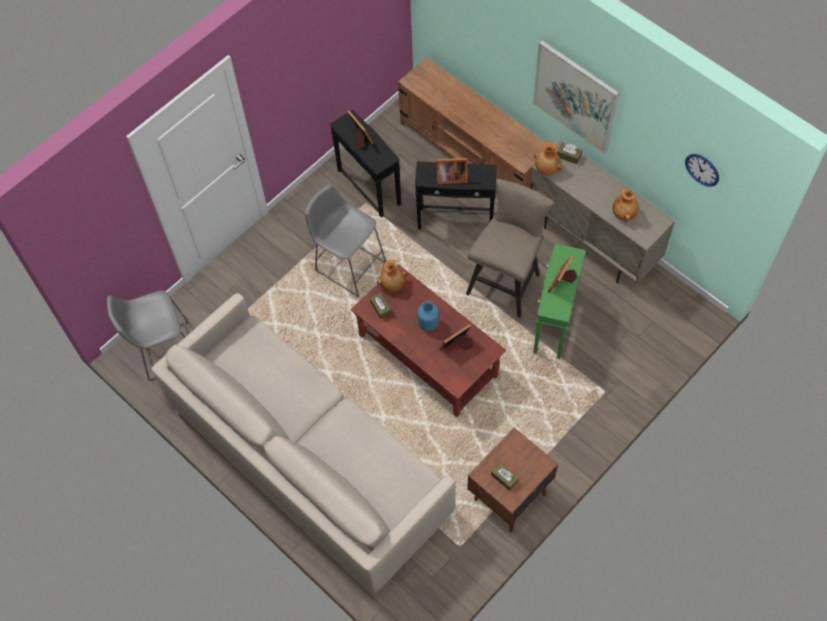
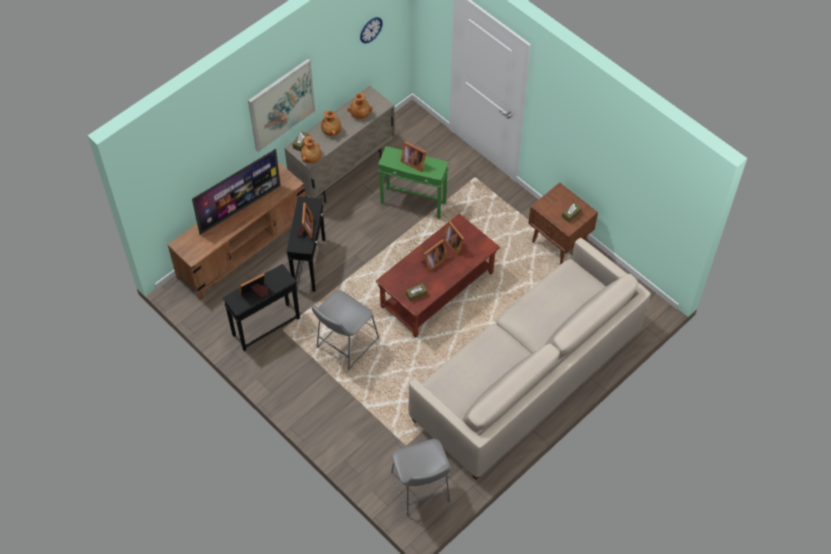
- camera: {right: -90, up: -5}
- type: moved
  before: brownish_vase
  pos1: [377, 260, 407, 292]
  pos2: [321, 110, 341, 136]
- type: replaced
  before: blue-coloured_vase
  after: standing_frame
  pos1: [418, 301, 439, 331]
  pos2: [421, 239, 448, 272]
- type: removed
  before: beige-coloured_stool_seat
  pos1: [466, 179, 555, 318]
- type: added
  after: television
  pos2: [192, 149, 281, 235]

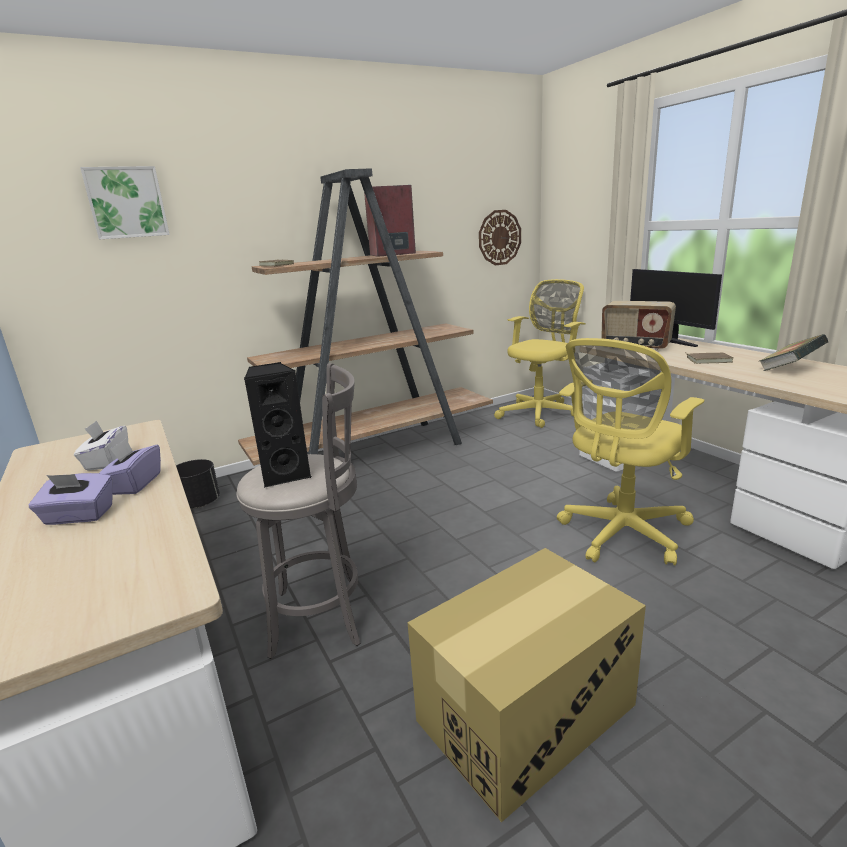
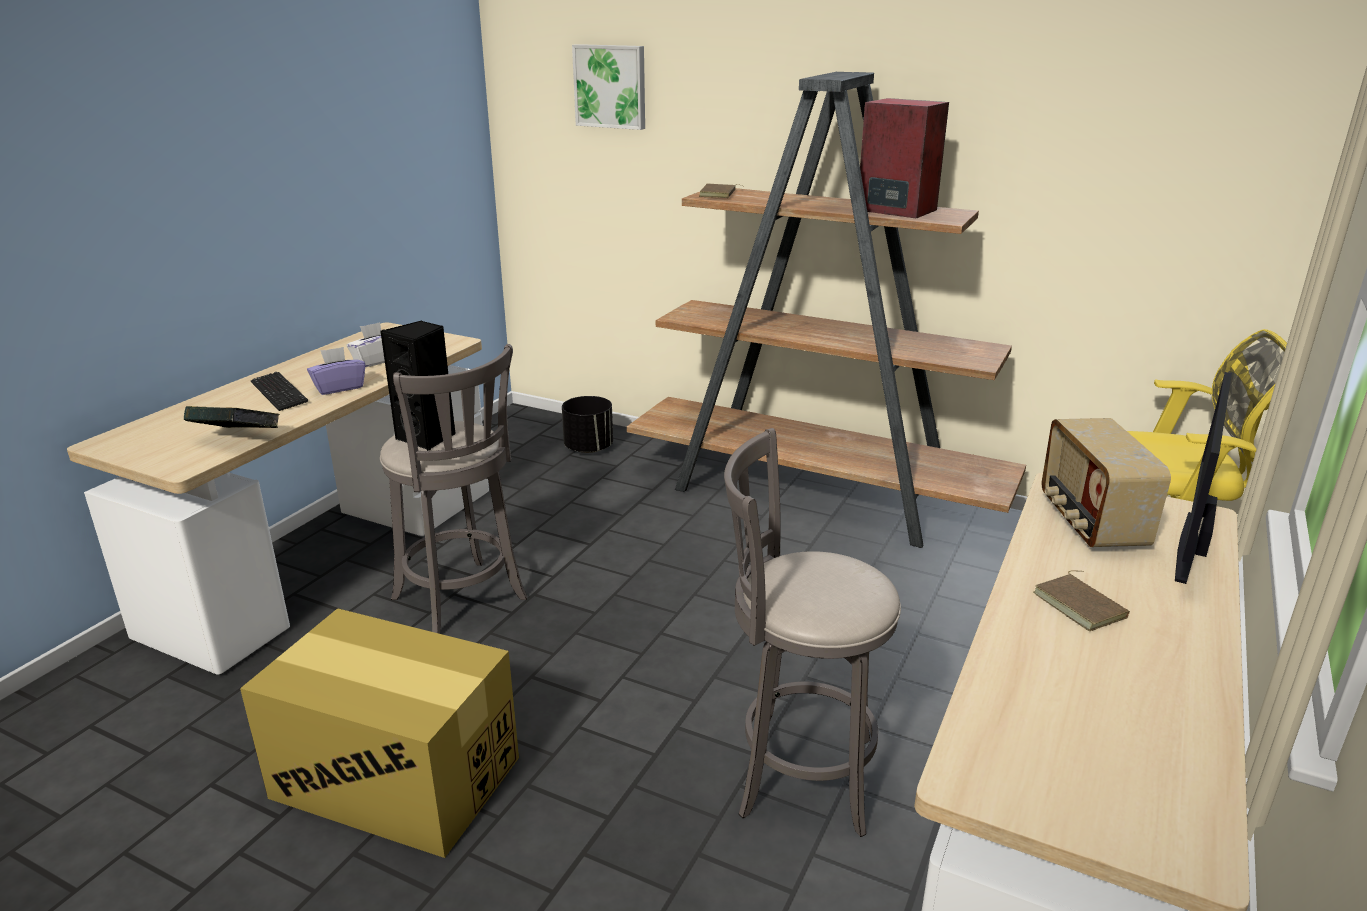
- camera: {right: 55, up: 5}
- type: replaced
  before: purple_box_of_tissues
  after: computer_keyboard
  pos1: [28, 473, 113, 525]
  pos2: [251, 372, 308, 411]
- type: removed
  before: clock_on_the_wall
  pos1: [479, 210, 521, 265]
- type: replaced
  before: yellow-coloured_desk_chair
  after: gray_stool_seat
  pos1: [557, 338, 704, 565]
  pos2: [724, 428, 901, 837]
- type: moved
  before: volume
  pos1: [760, 334, 828, 371]
  pos2: [184, 406, 280, 428]

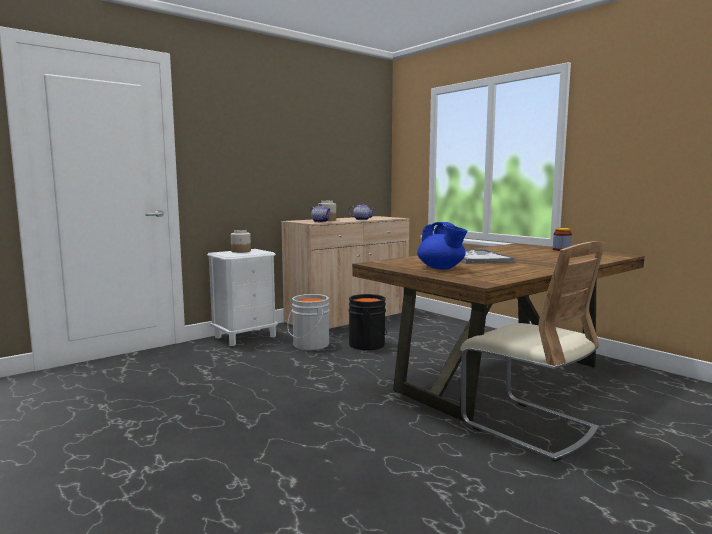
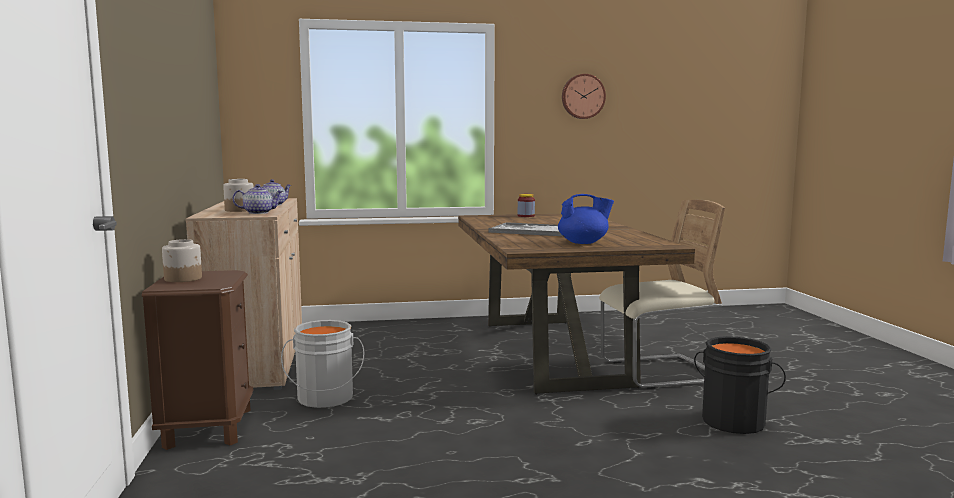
- camera: {right: -60, up: 0}
- type: recoloured
  before: white-coloured_night_table
  after: brownish_night_table
  pos1: [207, 249, 278, 346]
  pos2: [142, 270, 253, 450]
- type: moved
  before: black_water_bucket
  pos1: [348, 294, 387, 350]
  pos2: [694, 336, 786, 434]
- type: added
  after: clock_on_the_wall
  pos2: [562, 74, 606, 119]

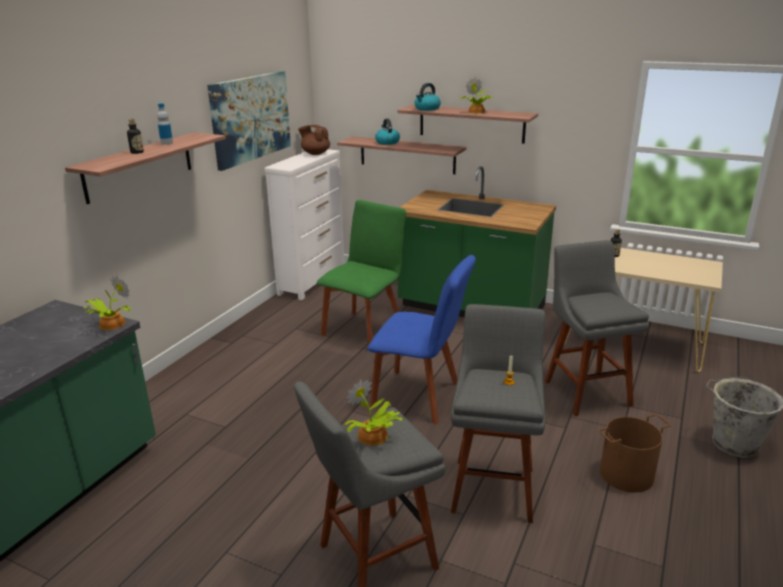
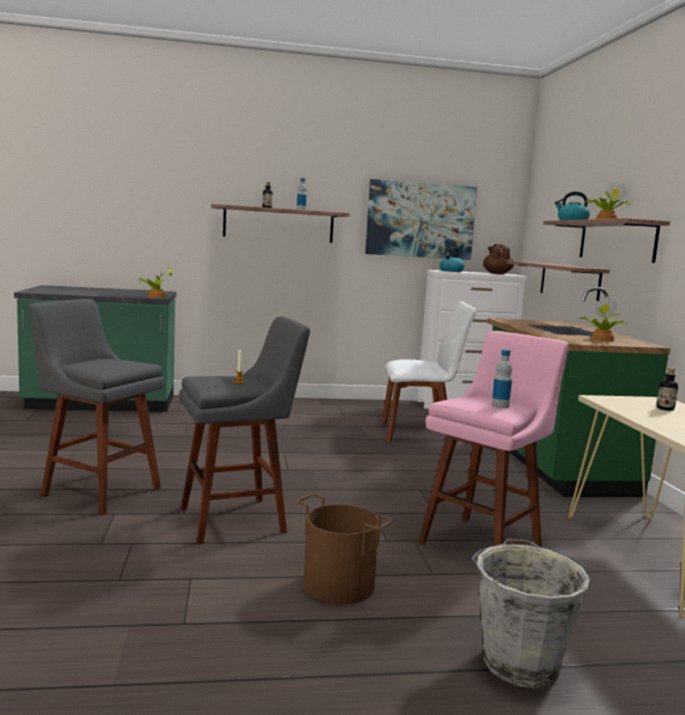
- camera: {right: 55, up: -15}
- type: recoloured
  before: green-coloured_chair
  after: white-coloured_chair
  pos1: [317, 200, 406, 345]
  pos2: [381, 301, 477, 442]
- type: moved
  before: potted_plant
  pos1: [344, 379, 404, 446]
  pos2: [580, 296, 627, 342]
- type: removed
  before: blue-coloured_chair
  pos1: [367, 255, 476, 424]
- type: moved
  before: kettle
  pos1: [375, 119, 400, 145]
  pos2: [439, 247, 465, 272]
- type: recoloured
  before: gray_stool_seat
  after: pinkish_stool_seat
  pos1: [545, 240, 649, 416]
  pos2: [418, 331, 568, 547]
- type: added
  after: bottle
  pos2: [491, 350, 512, 409]

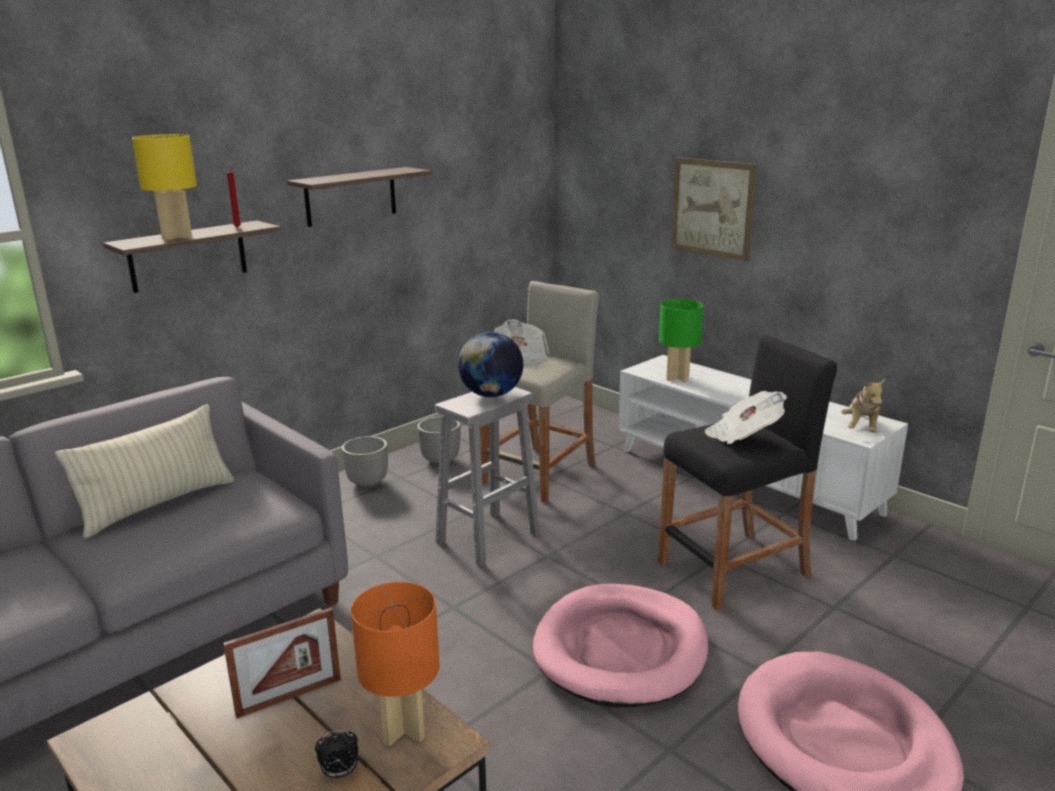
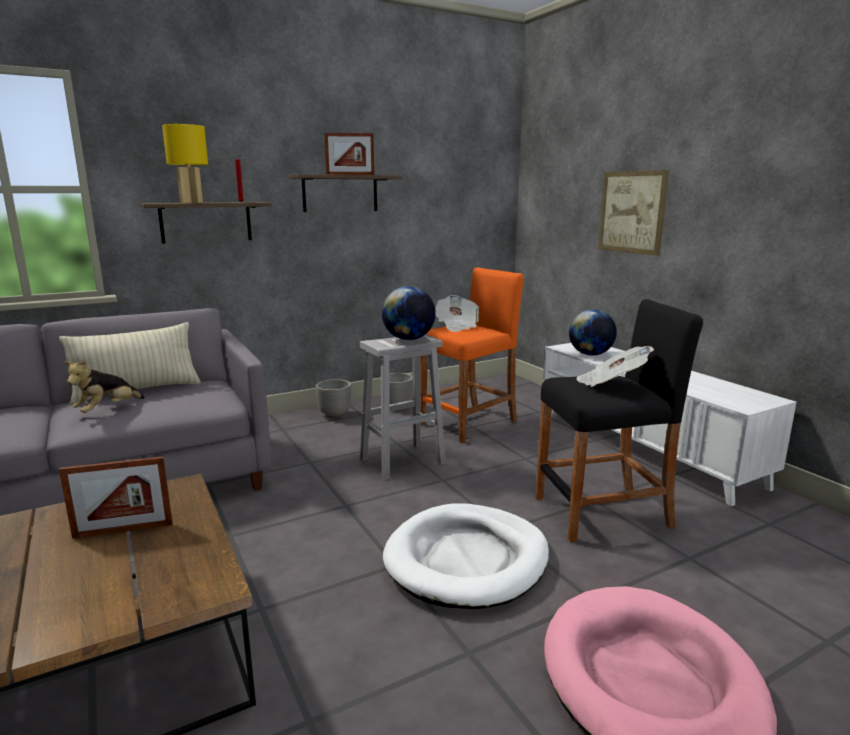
- camera: {right: 15, up: -5}
- type: removed
  before: table_clock
  pos1: [315, 729, 358, 778]
- type: removed
  before: orange_tabletop_lamp
  pos1: [351, 582, 440, 747]
- type: recoloured
  before: beige-coloured_stool_seat
  after: orange_stool_seat
  pos1: [480, 281, 599, 503]
  pos2: [420, 267, 524, 443]
- type: recoloured
  before: pinkish_dog_bed
  after: white-coloured_dog_bed
  pos1: [533, 584, 708, 707]
  pos2: [383, 503, 549, 609]
- type: replaced
  before: green-coloured_tabletop_lamp
  after: desk_globe
  pos1: [659, 299, 703, 382]
  pos2: [569, 309, 617, 355]
- type: moved
  before: plush_toy
  pos1: [841, 379, 885, 432]
  pos2: [63, 359, 145, 413]
- type: added
  after: standing_frame
  pos2: [324, 133, 374, 175]

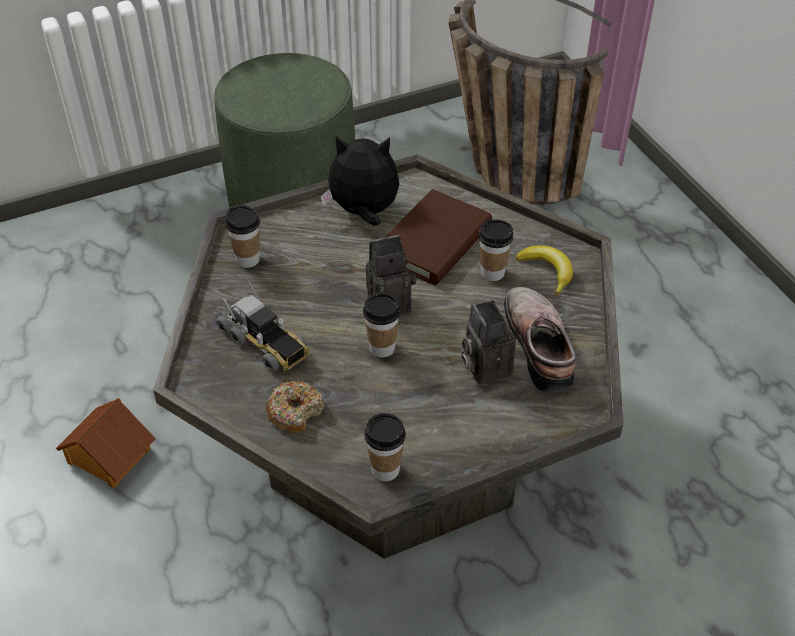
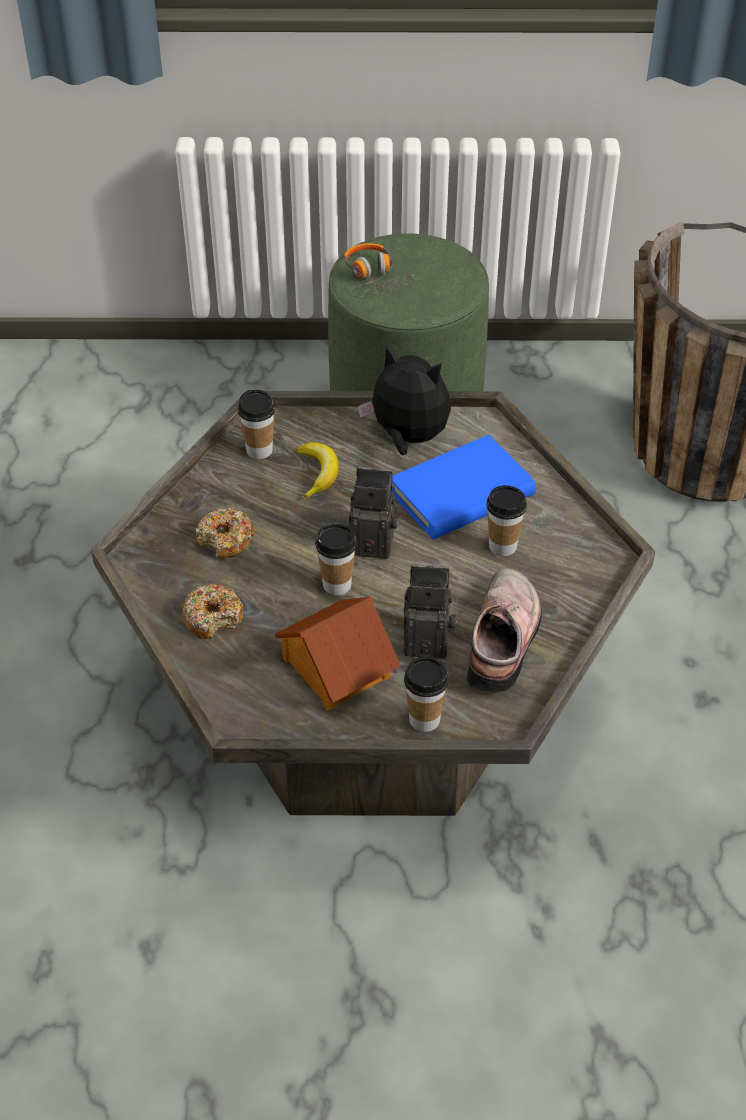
- camera: {right: 25, up: 0}
- type: moved
  before: miniature_house
  pos1: [56, 398, 156, 489]
  pos2: [275, 596, 401, 711]
- type: replaced
  before: model_truck
  after: doughnut
  pos1: [217, 282, 309, 372]
  pos2: [196, 508, 255, 558]
- type: moved
  before: small_cup
  pos1: [364, 413, 406, 481]
  pos2: [404, 656, 449, 732]
- type: recoloured
  before: brownish_volume
  after: blue-coloured_volume
  pos1: [384, 189, 492, 286]
  pos2: [392, 435, 536, 540]
- type: turned
  before: photo_camera
  pos1: [461, 300, 516, 385]
  pos2: [404, 564, 457, 659]
  turn: 90
- type: moved
  before: banana_fruit
  pos1: [516, 245, 573, 297]
  pos2: [297, 442, 339, 499]
- type: added
  after: pair_of_headphones
  pos2: [344, 243, 415, 297]

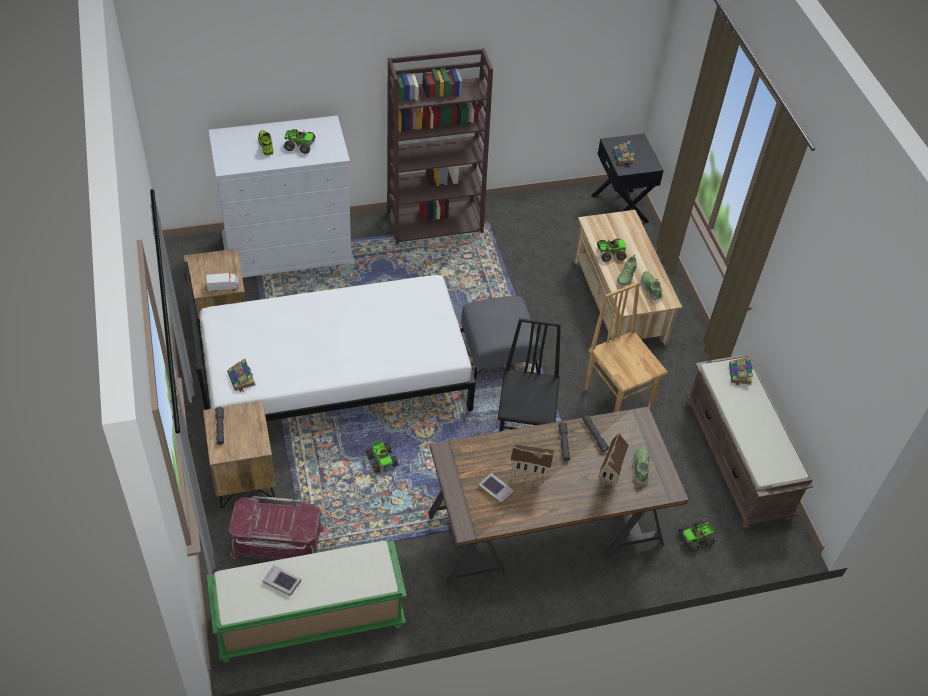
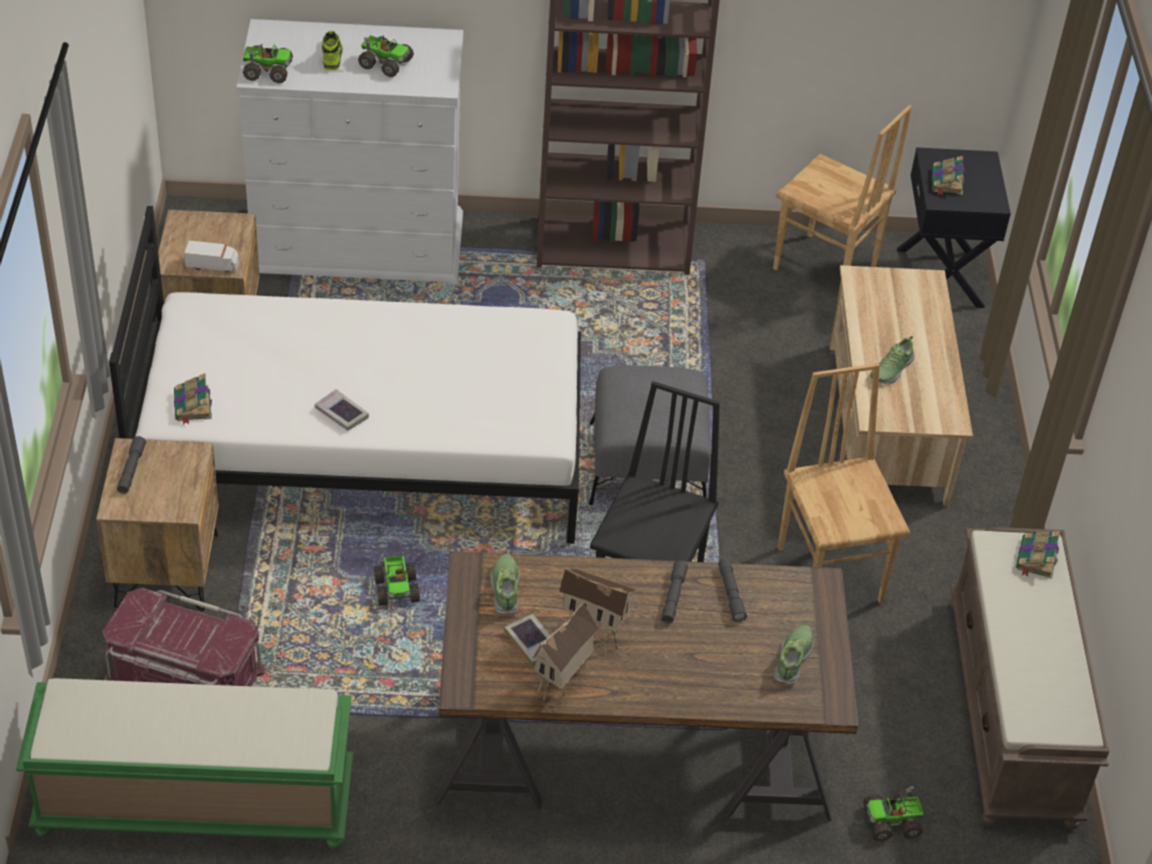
- camera: {right: 15, up: -5}
- type: moved
  before: volume
  pos1: [263, 565, 301, 596]
  pos2: [315, 389, 369, 431]
- type: moved
  before: miniature_house
  pos1: [596, 433, 629, 492]
  pos2: [533, 602, 599, 706]
- type: moved
  before: model_truck
  pos1: [597, 239, 627, 262]
  pos2: [243, 44, 293, 83]
- type: moved
  before: item_of_footwear
  pos1: [641, 271, 663, 300]
  pos2: [490, 554, 519, 614]
- type: added
  after: brownish_chair
  pos2: [773, 105, 912, 297]

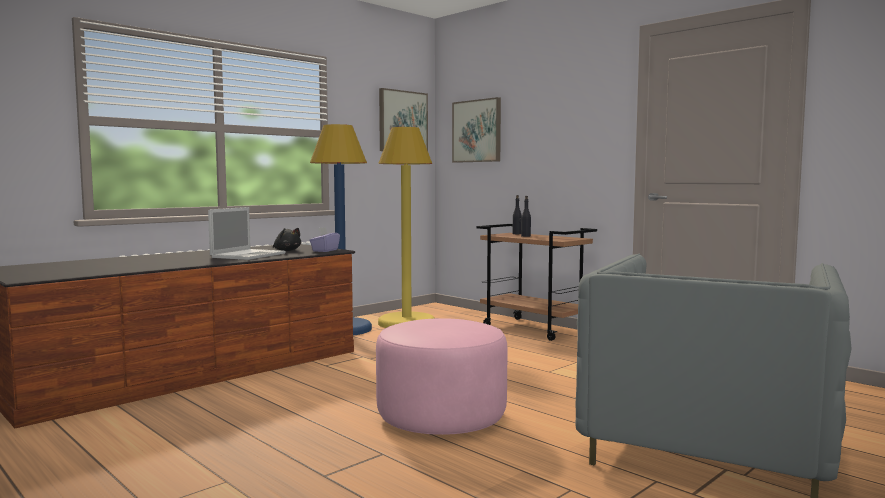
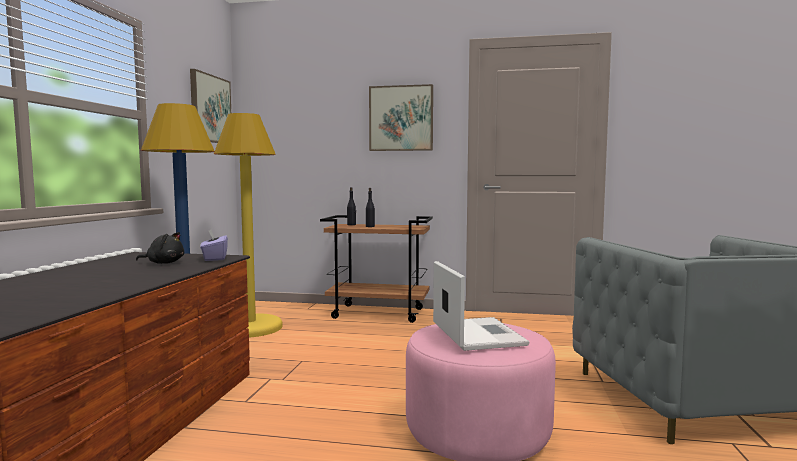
- camera: {right: -35, up: 0}
- type: moved
  before: portable_computer
  pos1: [208, 207, 286, 260]
  pos2: [433, 261, 529, 351]
- type: moved
  before: wall_art
  pos1: [452, 97, 501, 163]
  pos2: [369, 84, 433, 151]

